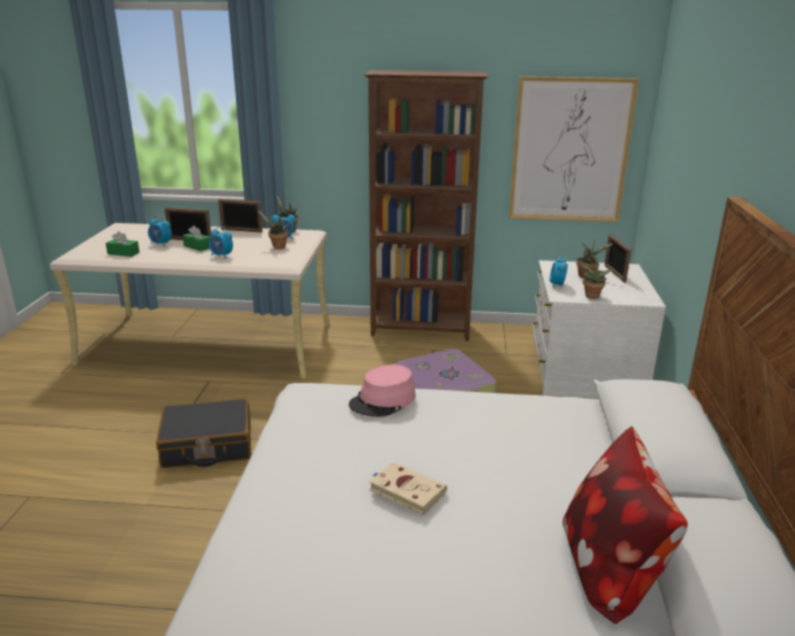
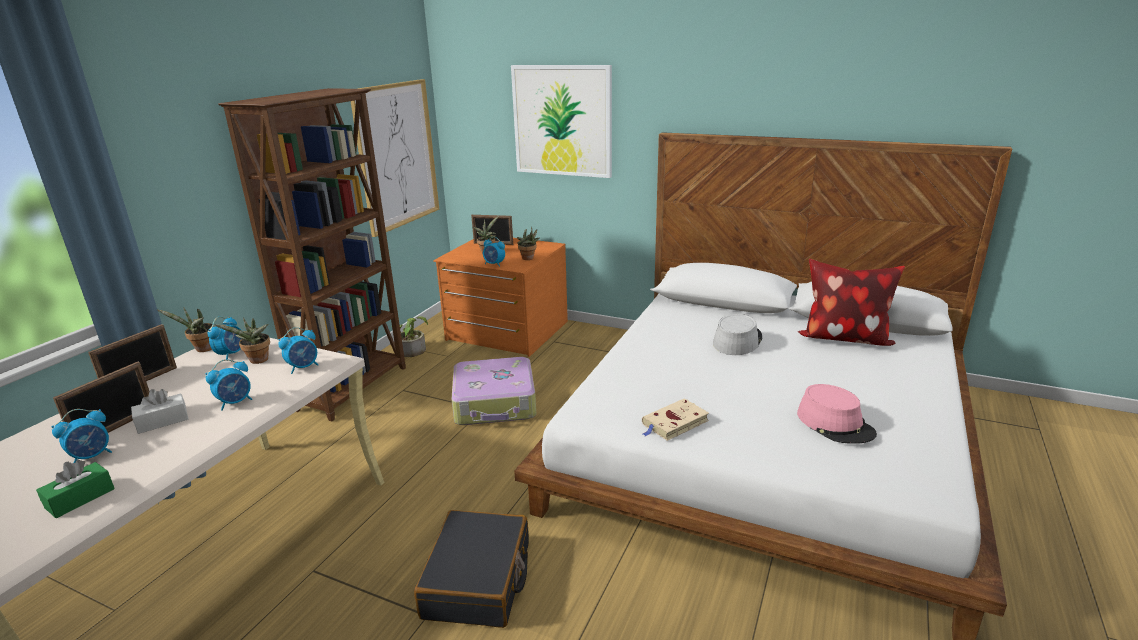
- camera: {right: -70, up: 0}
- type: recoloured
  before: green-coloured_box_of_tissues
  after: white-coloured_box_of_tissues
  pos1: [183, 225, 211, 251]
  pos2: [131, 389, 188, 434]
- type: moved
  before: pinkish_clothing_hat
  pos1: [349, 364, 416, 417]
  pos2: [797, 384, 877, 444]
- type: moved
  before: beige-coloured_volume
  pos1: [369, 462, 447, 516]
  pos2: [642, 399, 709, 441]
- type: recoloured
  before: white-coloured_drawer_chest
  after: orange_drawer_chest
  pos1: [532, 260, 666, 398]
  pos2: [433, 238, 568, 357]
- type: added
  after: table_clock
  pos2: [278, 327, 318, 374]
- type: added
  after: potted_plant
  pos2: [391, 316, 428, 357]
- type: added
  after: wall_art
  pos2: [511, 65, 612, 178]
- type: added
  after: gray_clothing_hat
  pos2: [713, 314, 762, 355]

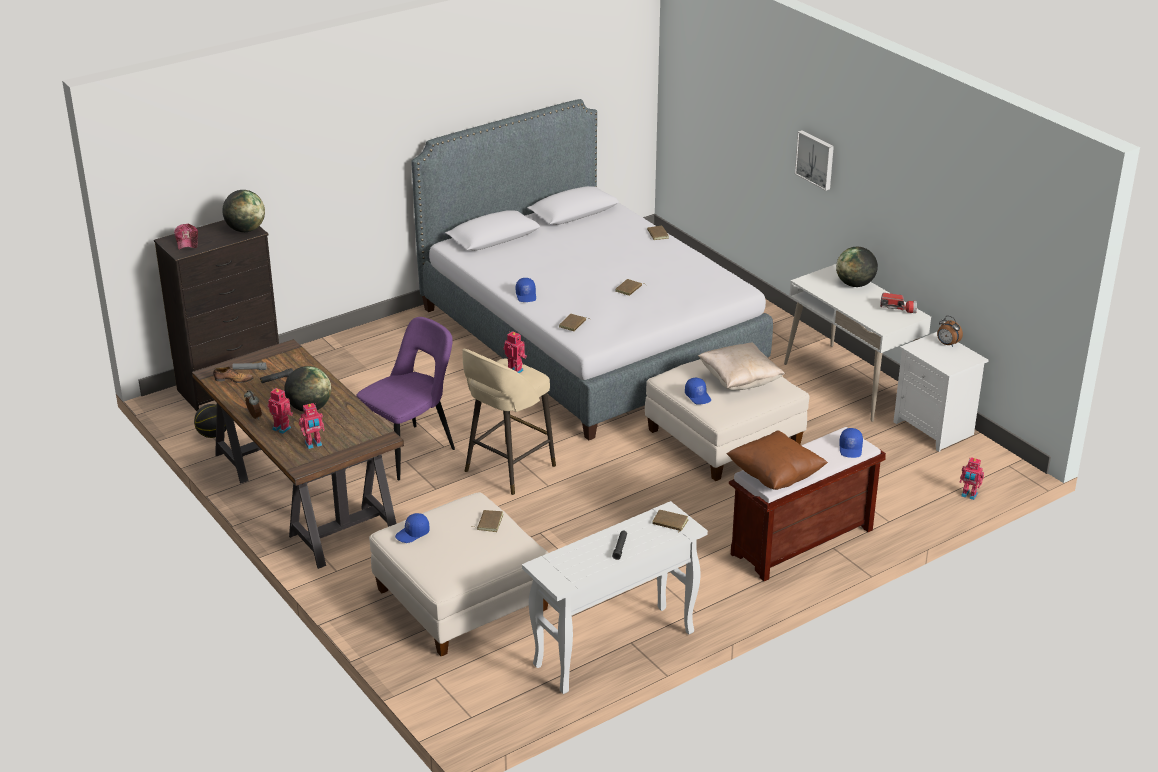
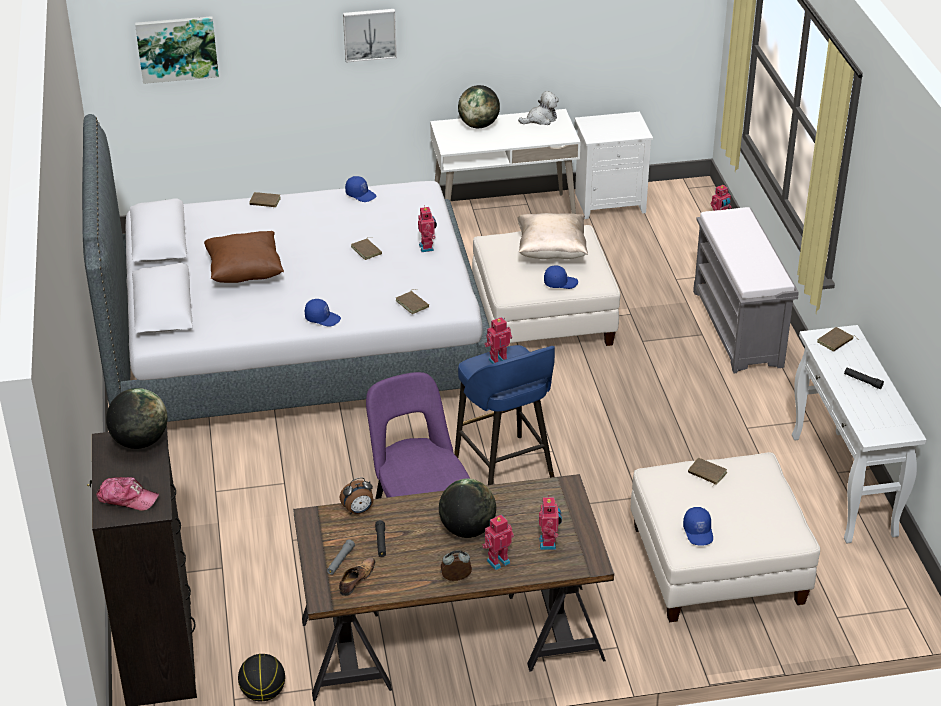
- camera: {right: -65, up: 5}
- type: recoloured
  before: beige-coloured_stool_seat
  after: blue-coloured_stool_seat
  pos1: [462, 349, 556, 495]
  pos2: [454, 345, 555, 485]
- type: moved
  before: brownish_pillow
  pos1: [726, 430, 828, 490]
  pos2: [204, 231, 284, 283]
- type: recoloured
  before: brownish_bench
  after: gray_bench
  pos1: [729, 427, 886, 581]
  pos2: [693, 207, 799, 373]
- type: moved
  before: blue-coloured_cap
  pos1: [839, 428, 863, 458]
  pos2: [345, 176, 376, 202]
- type: replaced
  before: hand_torch
  after: plush_toy
  pos1: [880, 293, 917, 313]
  pos2: [518, 91, 559, 125]
- type: moved
  before: table_clock
  pos1: [937, 316, 963, 347]
  pos2: [340, 477, 373, 514]
- type: added
  after: wall_art
  pos2: [135, 16, 219, 84]
- type: added
  after: model_robot
  pos2: [418, 205, 437, 252]

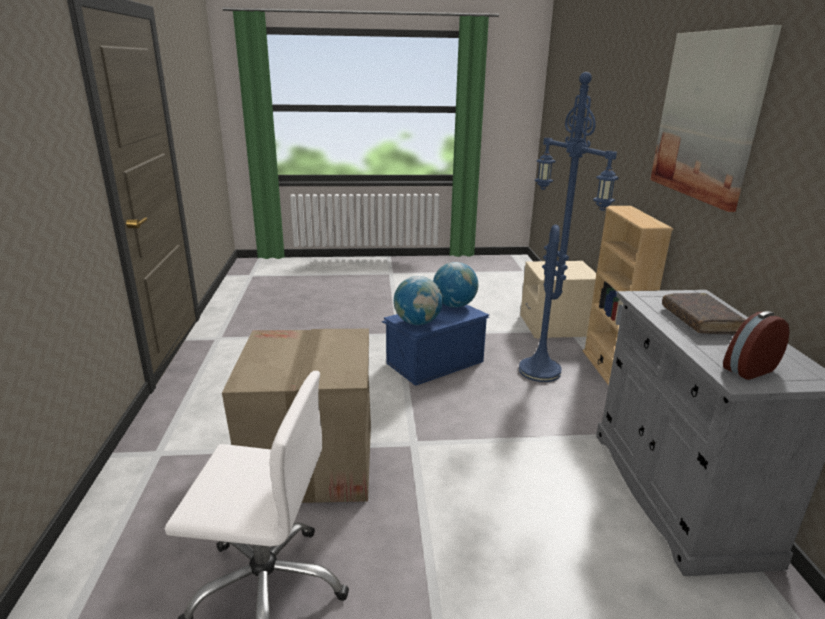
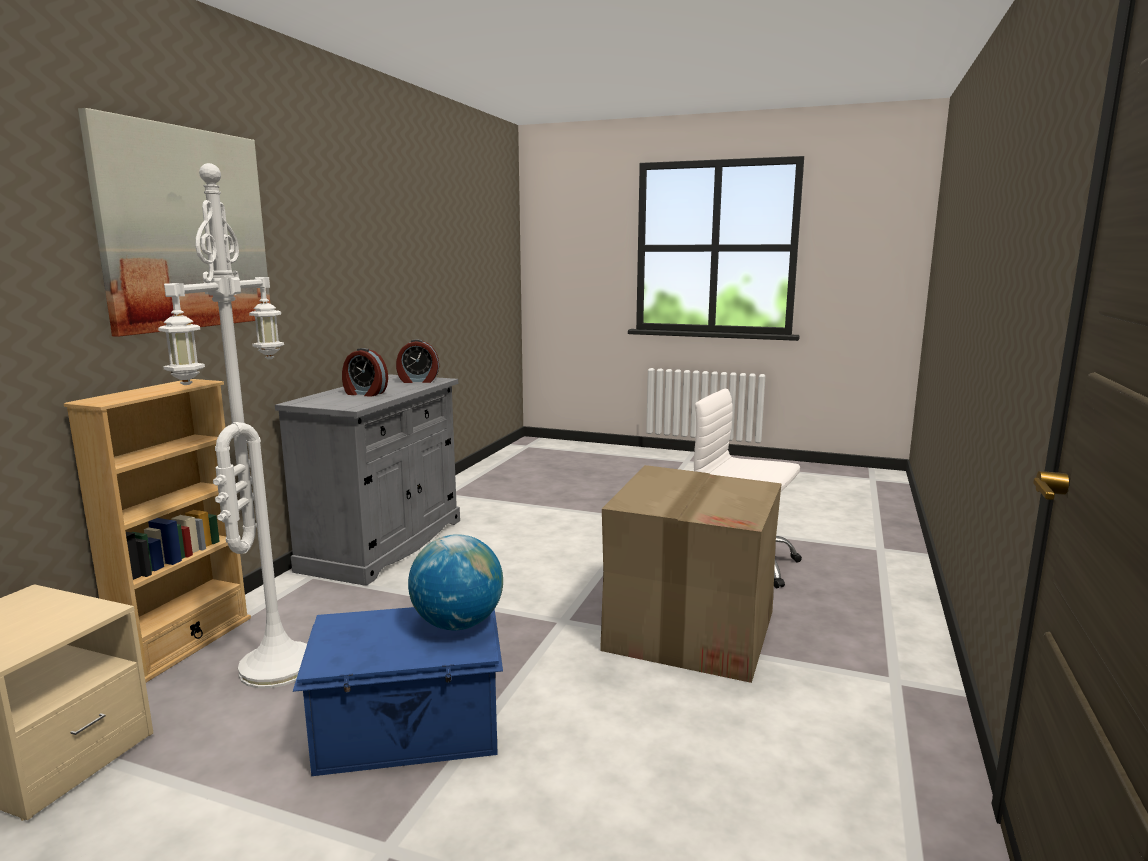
- camera: {right: -155, up: -10}
- type: removed
  before: desk_globe
  pos1: [433, 262, 478, 308]
- type: recoloured
  before: blue-coloured_standing_lamp
  after: white-coloured_standing_lamp
  pos1: [519, 72, 619, 382]
  pos2: [158, 163, 307, 688]
- type: replaced
  before: brownish_volume
  after: table_clock
  pos1: [662, 293, 746, 334]
  pos2: [342, 348, 388, 397]

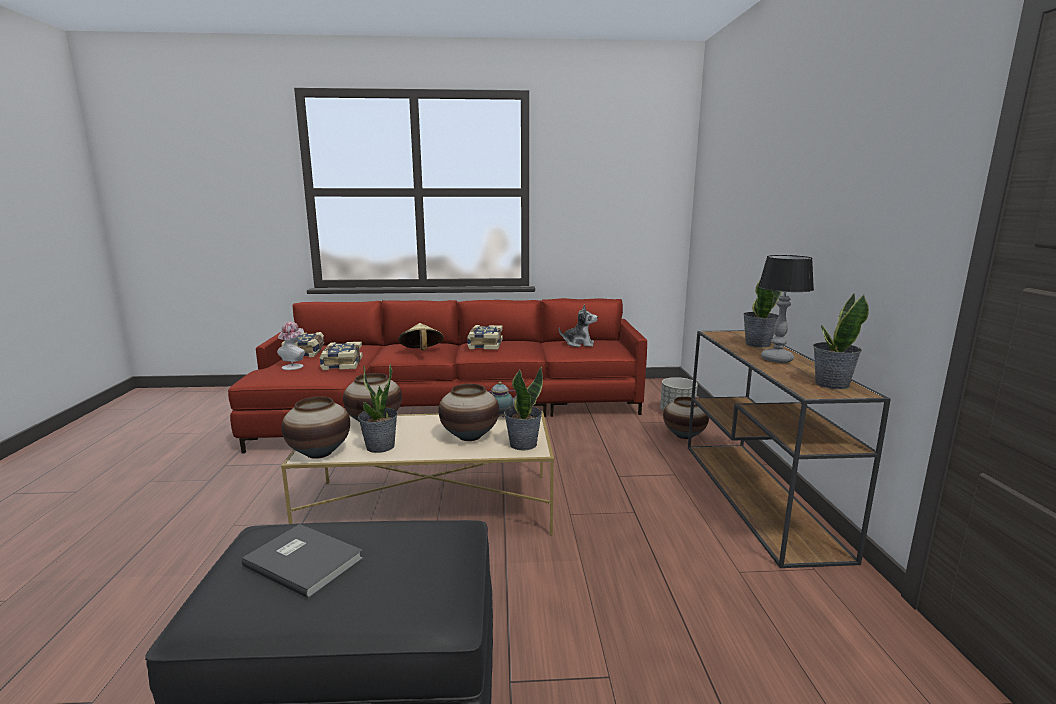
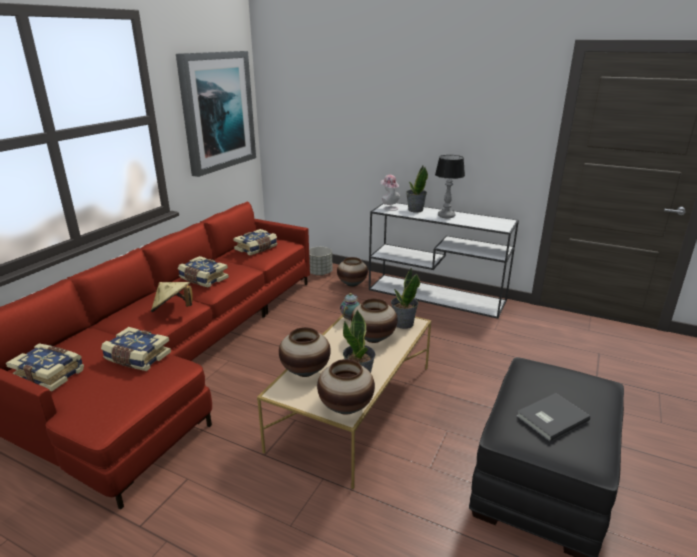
- camera: {right: -60, up: 10}
- type: moved
  before: clothing_hat
  pos1: [277, 322, 305, 370]
  pos2: [381, 175, 400, 211]
- type: replaced
  before: plush_toy
  after: volume
  pos1: [559, 304, 598, 347]
  pos2: [233, 229, 277, 255]
- type: recoloured
  before: brownish_narrow_table
  after: white-coloured_narrow_table
  pos1: [688, 330, 891, 568]
  pos2: [369, 203, 519, 319]
- type: removed
  before: potted_plant
  pos1: [813, 294, 869, 389]
- type: added
  after: wall_art
  pos2: [176, 51, 256, 177]

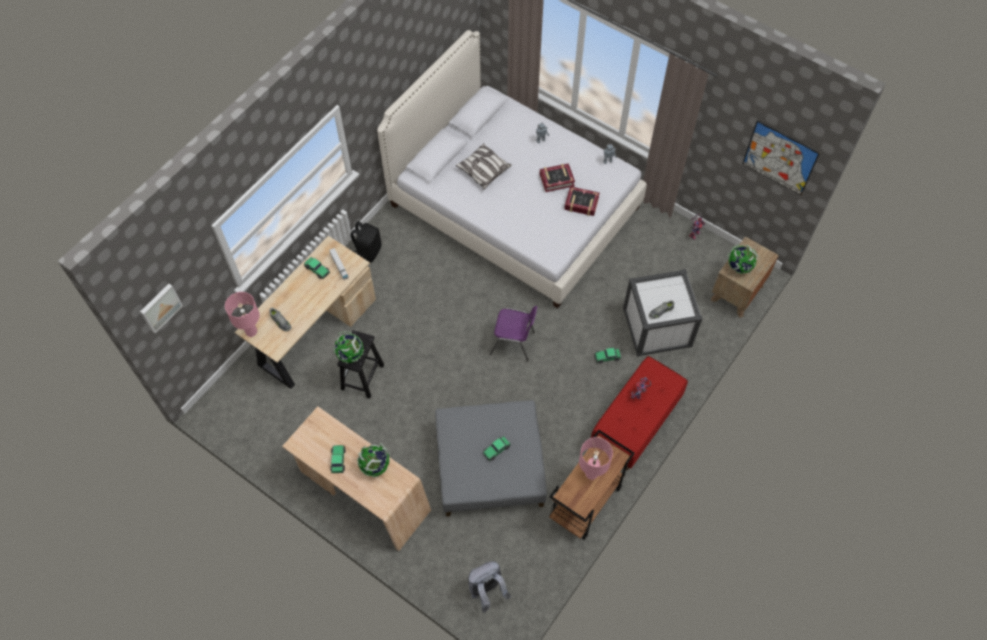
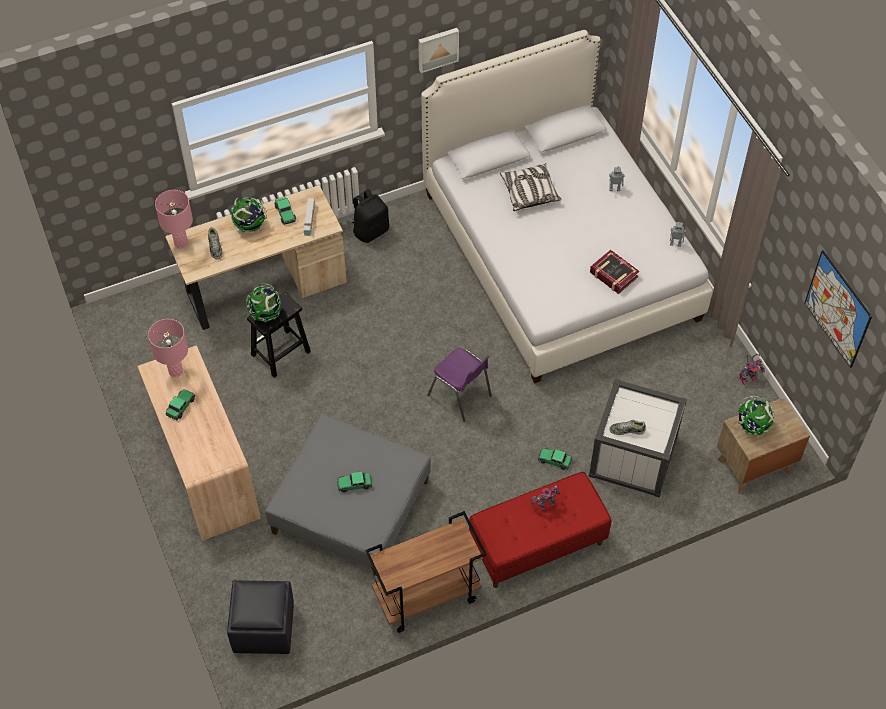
- camera: {right: 30, up: -5}
- type: moved
  before: wall_art
  pos1: [140, 284, 183, 333]
  pos2: [418, 28, 459, 73]
- type: moved
  before: desk_globe
  pos1: [357, 443, 390, 477]
  pos2: [231, 197, 267, 233]
- type: replaced
  before: gray_rucksack
  after: black_pouffe
  pos1: [468, 561, 511, 613]
  pos2: [227, 580, 294, 654]
- type: removed
  before: volume
  pos1: [540, 163, 575, 192]
- type: moved
  before: pinkish_tabletop_lamp
  pos1: [579, 437, 613, 480]
  pos2: [148, 319, 188, 377]

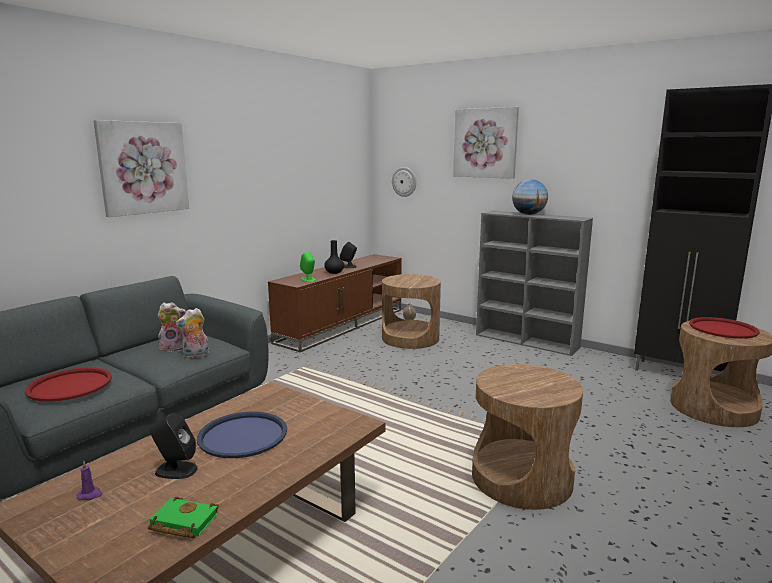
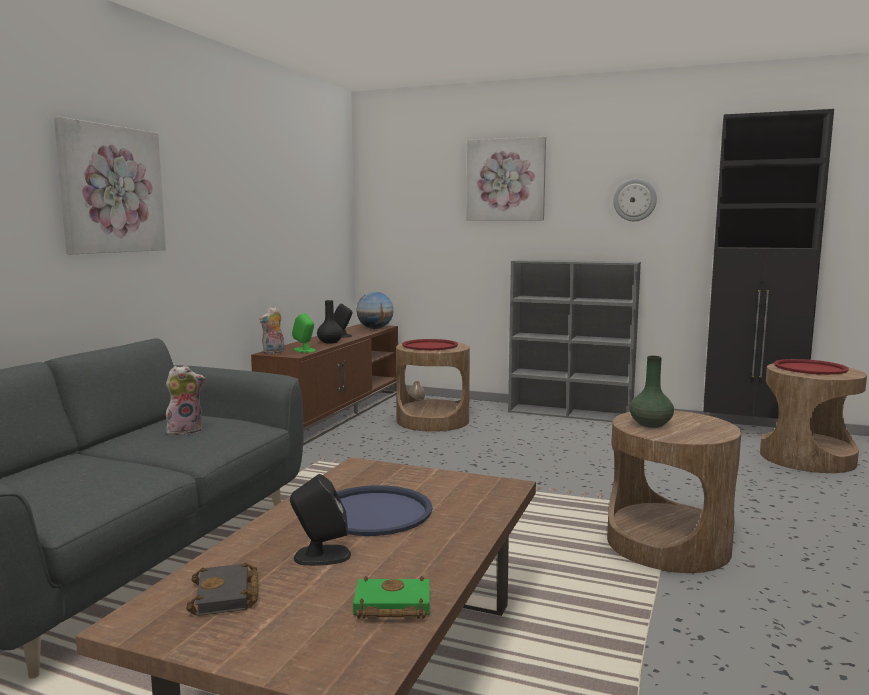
- camera: {right: -15, up: -5}
- type: moved
  before: reddish_carrying_tray
  pos1: [25, 367, 112, 402]
  pos2: [402, 339, 458, 351]
- type: replaced
  before: purple_wax_candle
  after: black_volume
  pos1: [76, 461, 103, 500]
  pos2: [186, 563, 258, 616]
- type: moved
  before: plush_toy
  pos1: [175, 308, 209, 359]
  pos2: [259, 307, 285, 354]
- type: moved
  before: clock_on_the_wall
  pos1: [392, 167, 416, 197]
  pos2: [613, 179, 657, 221]
- type: moved
  before: desk_globe
  pos1: [512, 179, 548, 215]
  pos2: [356, 292, 394, 329]
- type: added
  after: green-coloured_vase
  pos2: [629, 356, 674, 428]

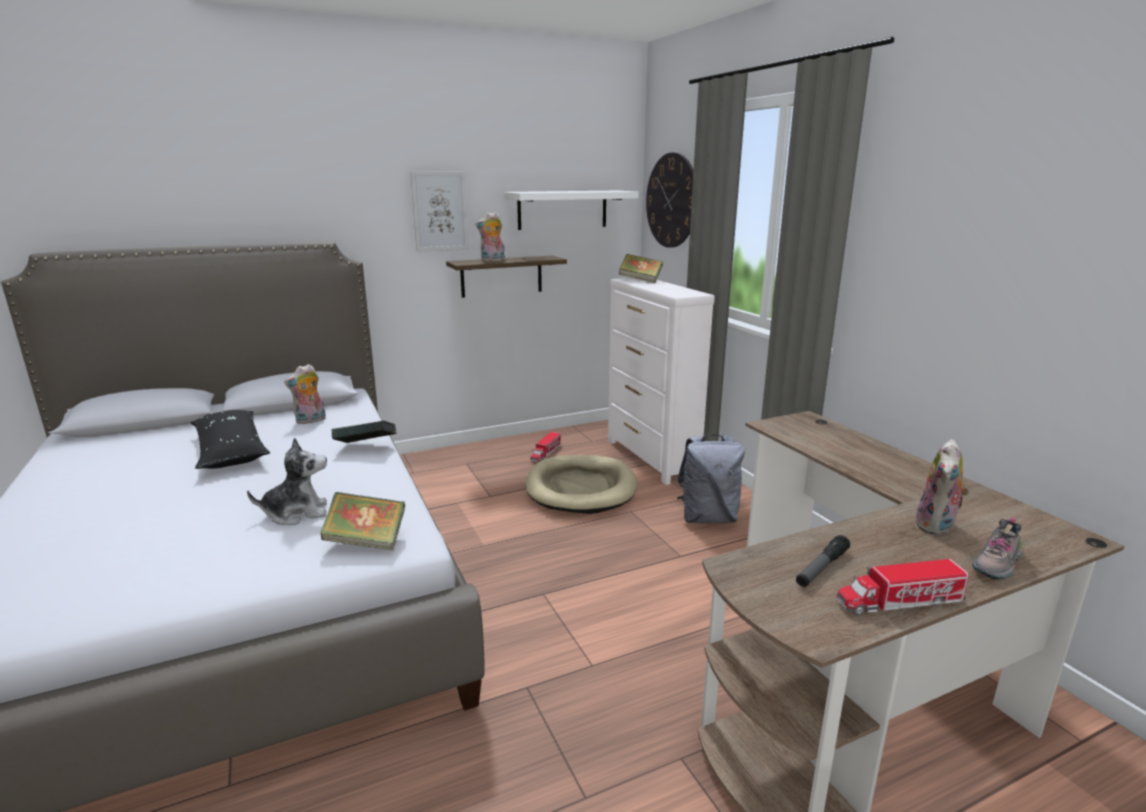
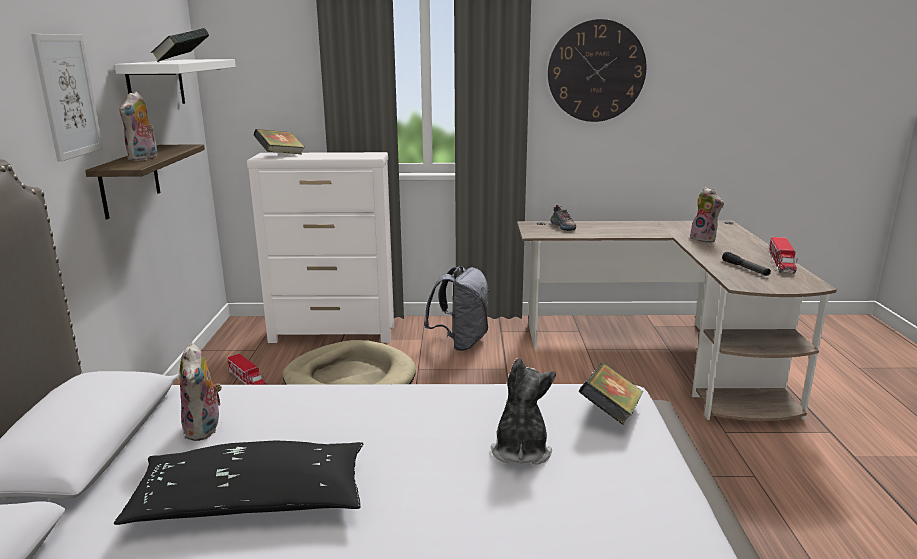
- camera: {right: -65, up: 0}
- type: moved
  before: volume
  pos1: [331, 421, 397, 443]
  pos2: [151, 28, 209, 62]
- type: moved
  before: clock_on_the_wall
  pos1: [646, 152, 693, 248]
  pos2: [548, 19, 646, 122]
- type: moved
  before: item_of_footwear
  pos1: [972, 518, 1023, 580]
  pos2: [550, 205, 576, 231]

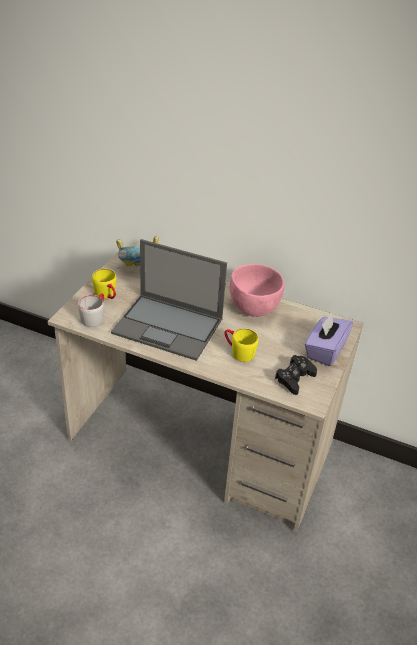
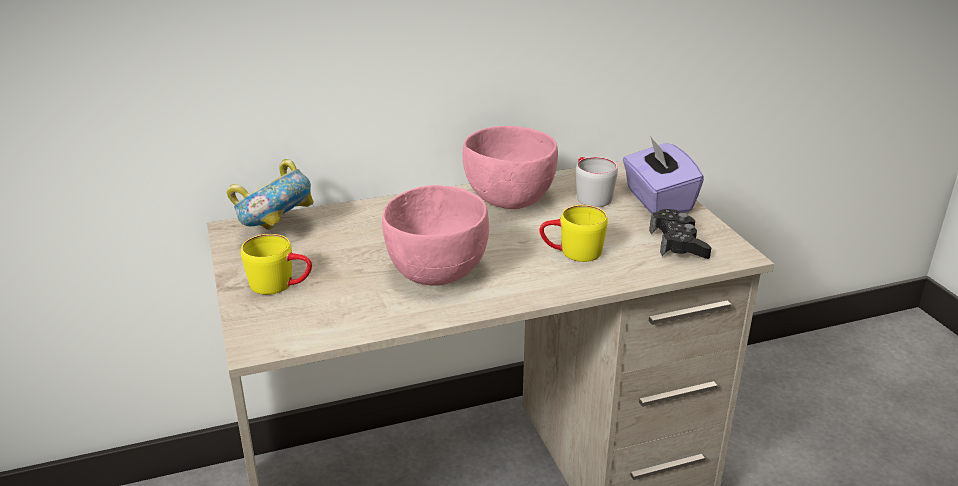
- camera: {right: -40, up: -10}
- type: moved
  before: gray_tea_mug
  pos1: [78, 294, 104, 327]
  pos2: [576, 157, 618, 207]
- type: replaced
  before: portable_computer
  after: pinkish_bowl
  pos1: [111, 239, 227, 361]
  pos2: [382, 185, 489, 286]

